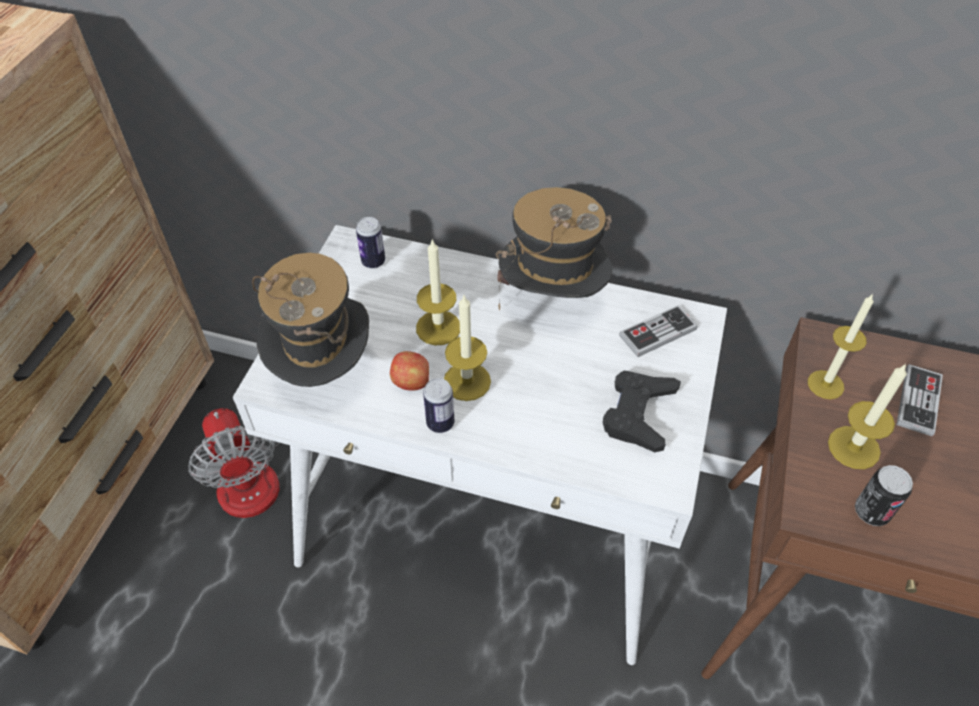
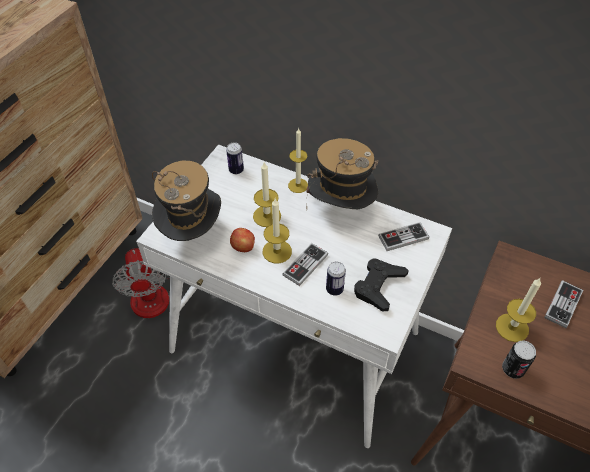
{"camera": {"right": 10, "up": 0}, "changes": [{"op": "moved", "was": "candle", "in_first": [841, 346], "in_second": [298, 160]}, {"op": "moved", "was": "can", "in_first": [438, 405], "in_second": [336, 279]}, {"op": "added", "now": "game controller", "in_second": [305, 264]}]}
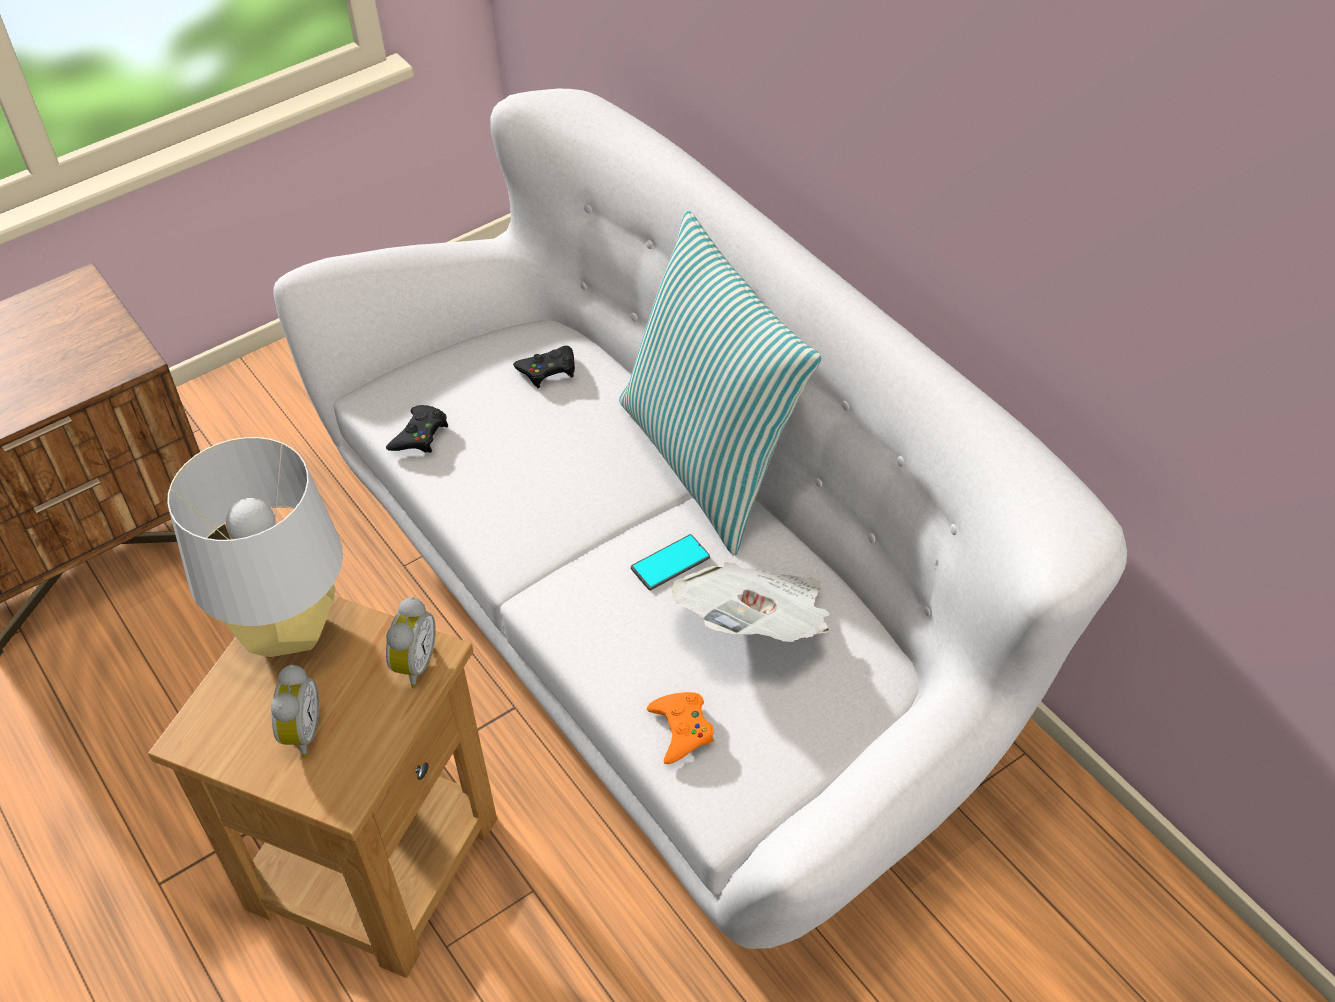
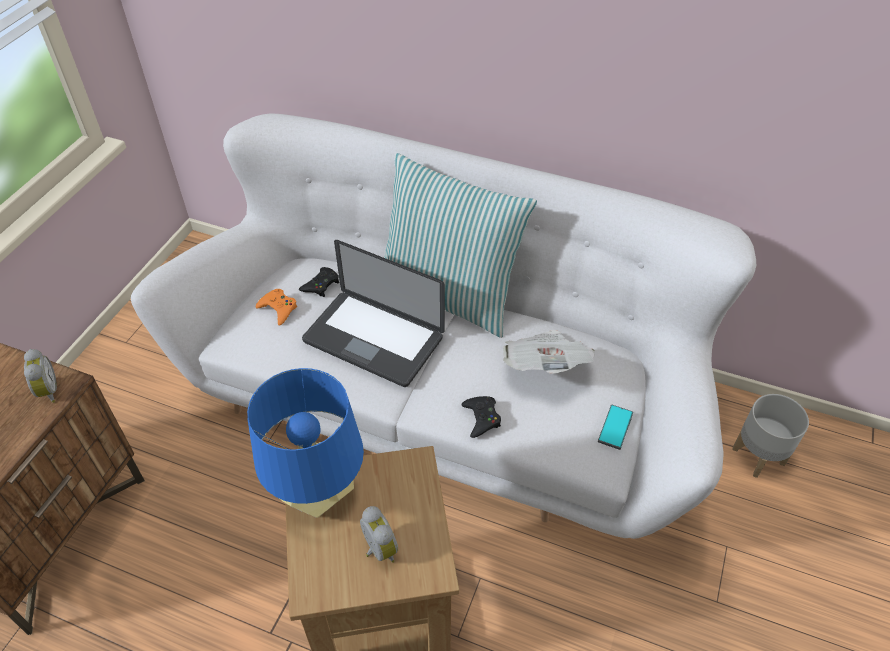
{"camera": {"right": -35, "up": 0}, "changes": [{"op": "moved", "was": "black game controller", "in_first": [417, 429], "in_second": [481, 417]}, {"op": "recoloured", "was": "grey table lamp", "now": "blue table lamp", "in_first": [255, 547], "in_second": [305, 443]}, {"op": "moved", "was": "phone", "in_first": [670, 562], "in_second": [615, 427]}, {"op": "moved", "was": "alarm clock", "in_first": [411, 642], "in_second": [40, 376]}, {"op": "moved", "was": "orange game controller", "in_first": [680, 728], "in_second": [276, 307]}, {"op": "added", "now": "laptop", "in_second": [373, 313]}, {"op": "added", "now": "grey planter", "in_second": [770, 436]}]}
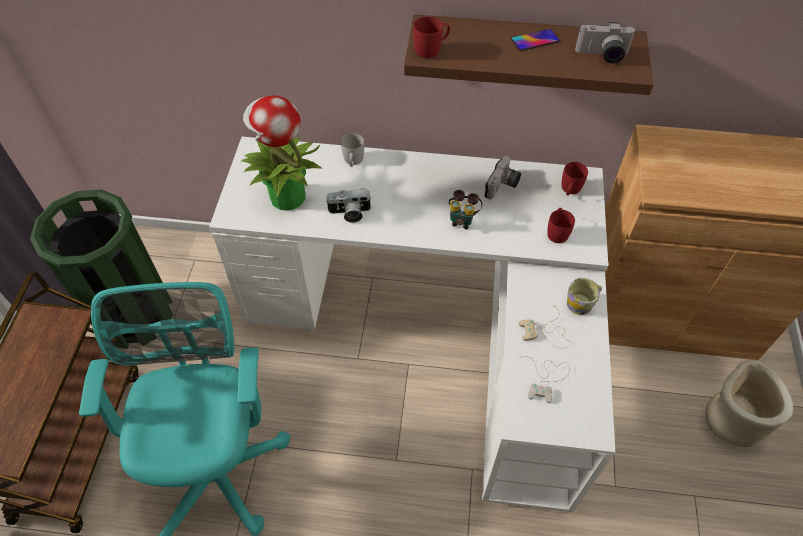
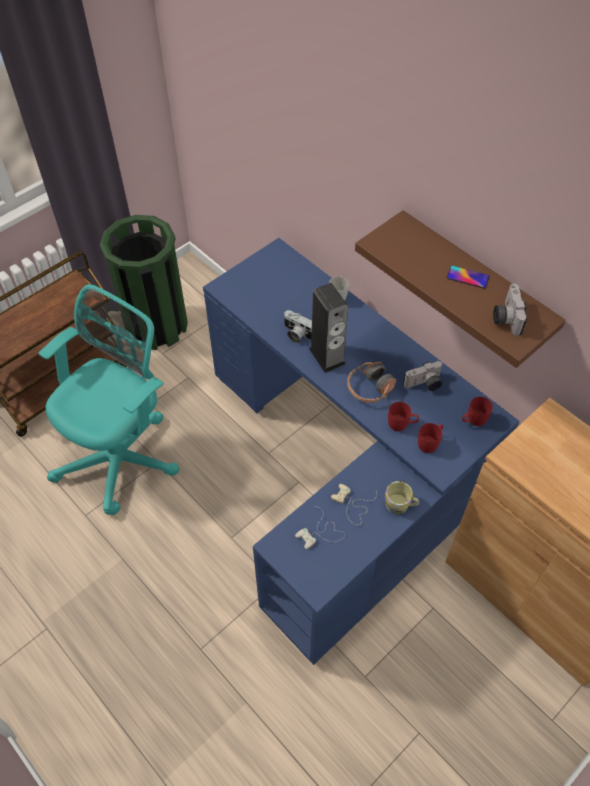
{"camera": {"right": 40, "up": 0}, "changes": [{"op": "moved", "was": "red mug", "in_first": [431, 37], "in_second": [403, 416]}, {"op": "turned", "was": "photo camera", "in_first": [605, 42], "in_second": [510, 310], "clockwise": 45}, {"op": "removed", "was": "potted plant", "in_first": [282, 153]}, {"op": "recoloured", "was": "white desk", "now": "blue desk", "in_first": [412, 324], "in_second": [361, 451]}, {"op": "replaced", "was": "binoculars", "now": "headphones", "in_first": [465, 210], "in_second": [371, 382]}, {"op": "removed", "was": "beige planter", "in_first": [749, 403]}, {"op": "added", "now": "speaker", "in_second": [328, 328]}]}
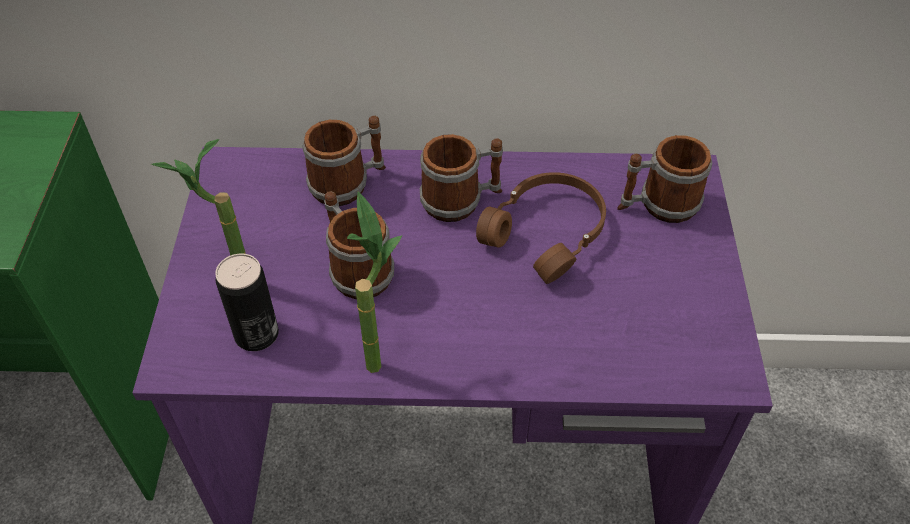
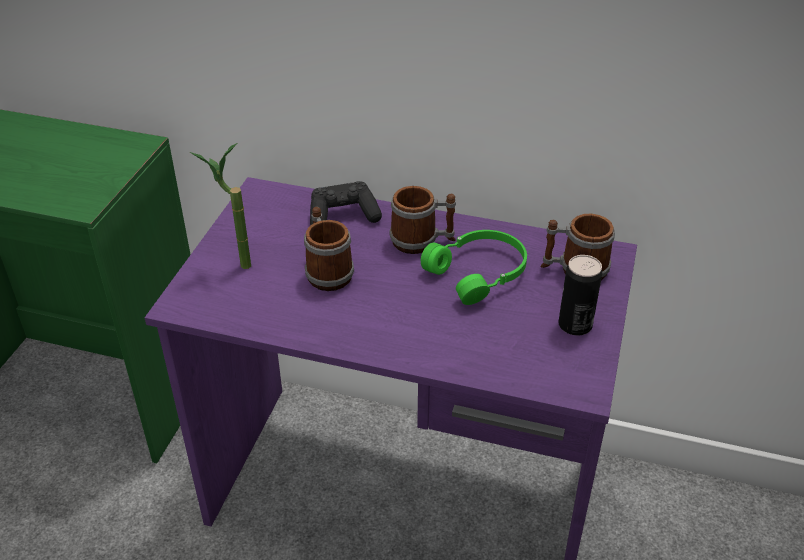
{"camera": {"right": 15, "up": -10}, "changes": [{"op": "replaced", "was": "mug", "now": "black game controller", "in_first": [344, 161], "in_second": [346, 203]}, {"op": "recoloured", "was": "brown headphones", "now": "green headphones", "in_first": [541, 228], "in_second": [474, 267]}, {"op": "removed", "was": "potted plant", "in_first": [374, 282]}, {"op": "moved", "was": "can", "in_first": [247, 302], "in_second": [580, 295]}]}
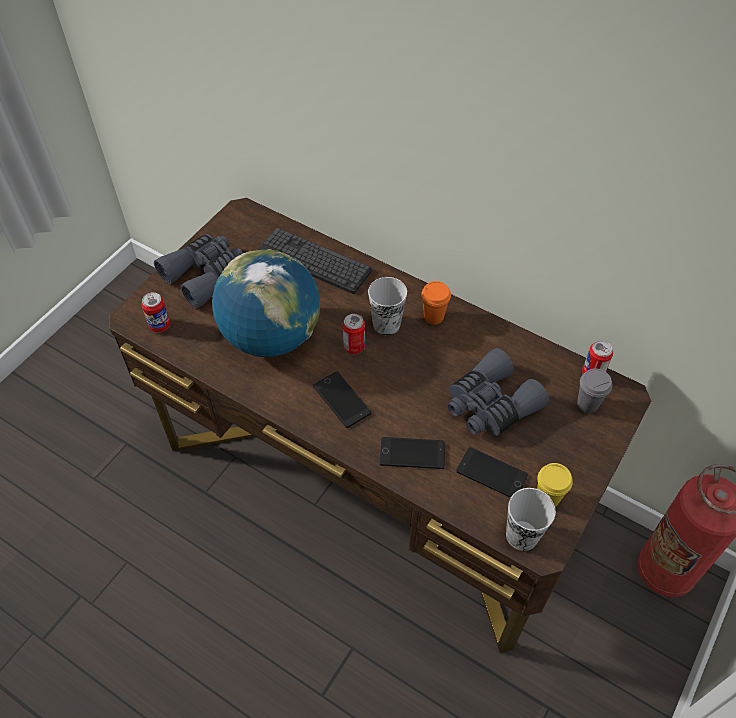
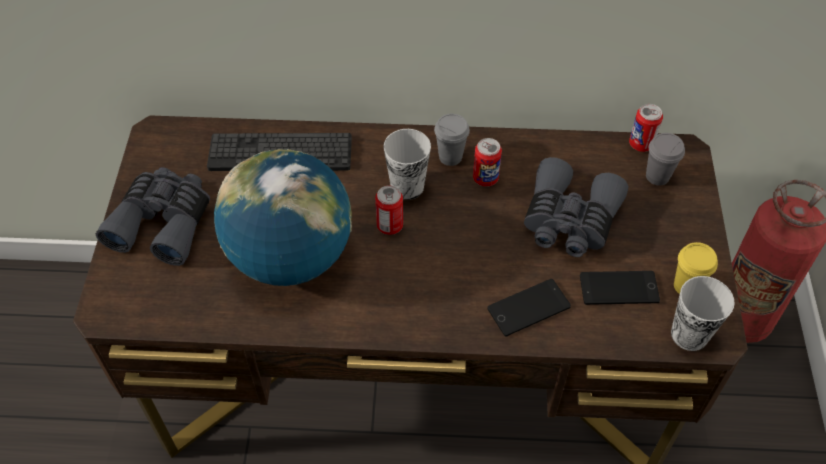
{"camera": {"right": -30, "up": 0}, "changes": [{"op": "recoloured", "was": "orange cup", "now": "grey cup", "in_first": [436, 303], "in_second": [452, 140]}, {"op": "moved", "was": "can", "in_first": [155, 312], "in_second": [487, 162]}, {"op": "removed", "was": "phone", "in_first": [342, 400]}]}
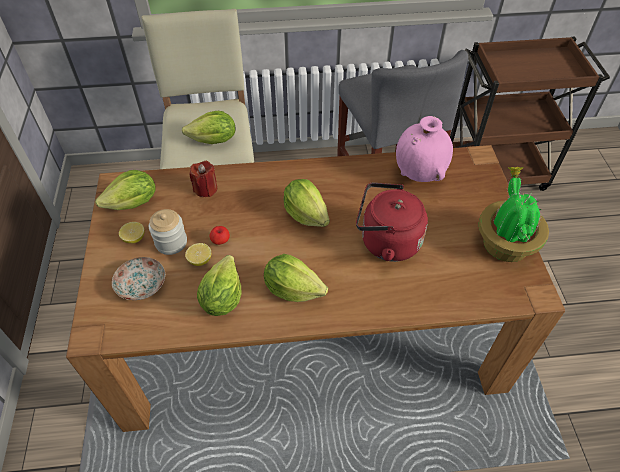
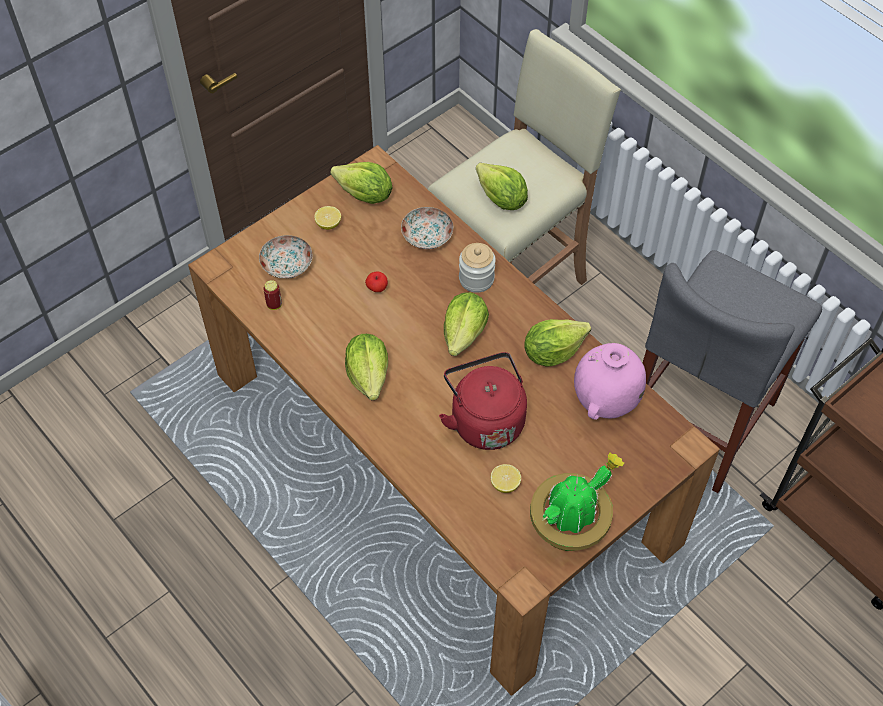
{"camera": {"right": 55, "up": 5}, "changes": [{"op": "replaced", "was": "red candle", "now": "plate", "in_first": [203, 179], "in_second": [427, 228]}, {"op": "moved", "was": "jar", "in_first": [168, 232], "in_second": [477, 268]}, {"op": "moved", "was": "lemon", "in_first": [198, 254], "in_second": [505, 478]}, {"op": "moved", "was": "lettuce", "in_first": [219, 285], "in_second": [557, 343]}, {"op": "added", "now": "can", "in_second": [272, 295]}]}
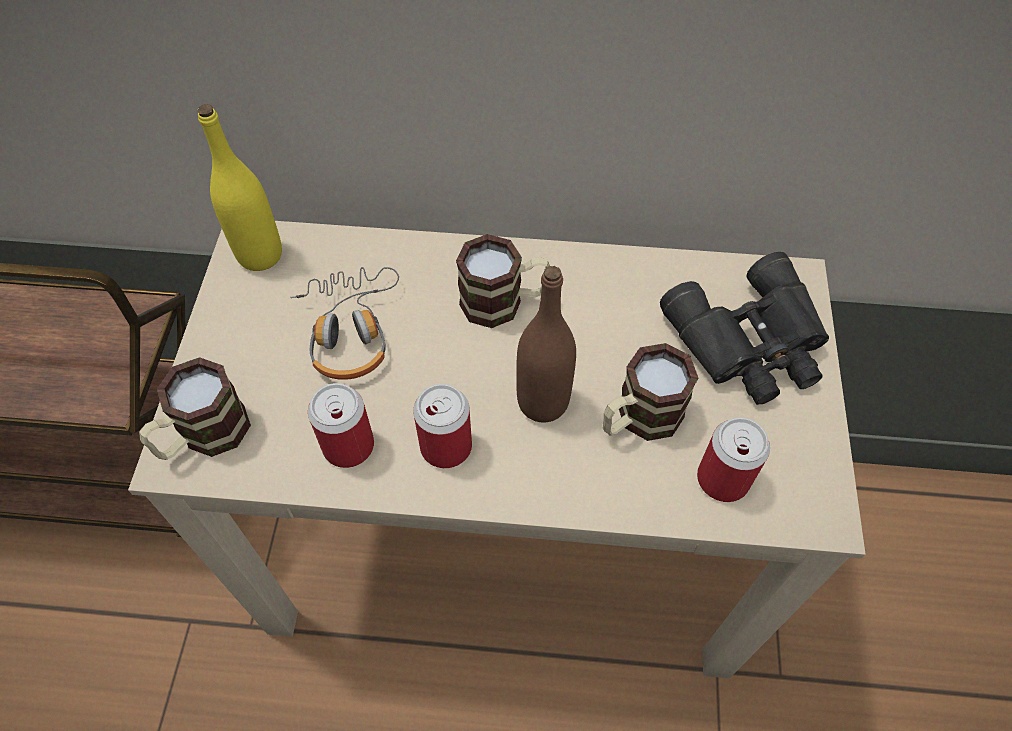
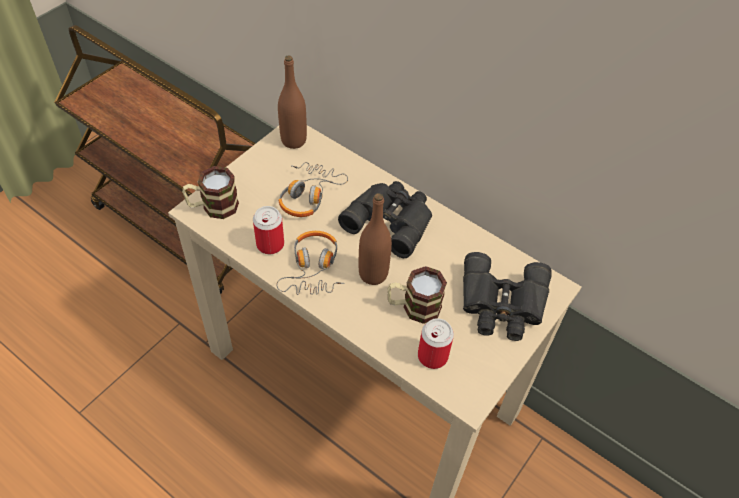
{"camera": {"right": 30, "up": -5}, "changes": [{"op": "recoloured", "was": "yellow bottle", "now": "brown bottle", "in_first": [240, 187], "in_second": [292, 102]}, {"op": "replaced", "was": "mug", "now": "black binoculars", "in_first": [503, 281], "in_second": [385, 219]}, {"op": "replaced", "was": "can", "now": "headphones", "in_first": [442, 426], "in_second": [310, 263]}]}
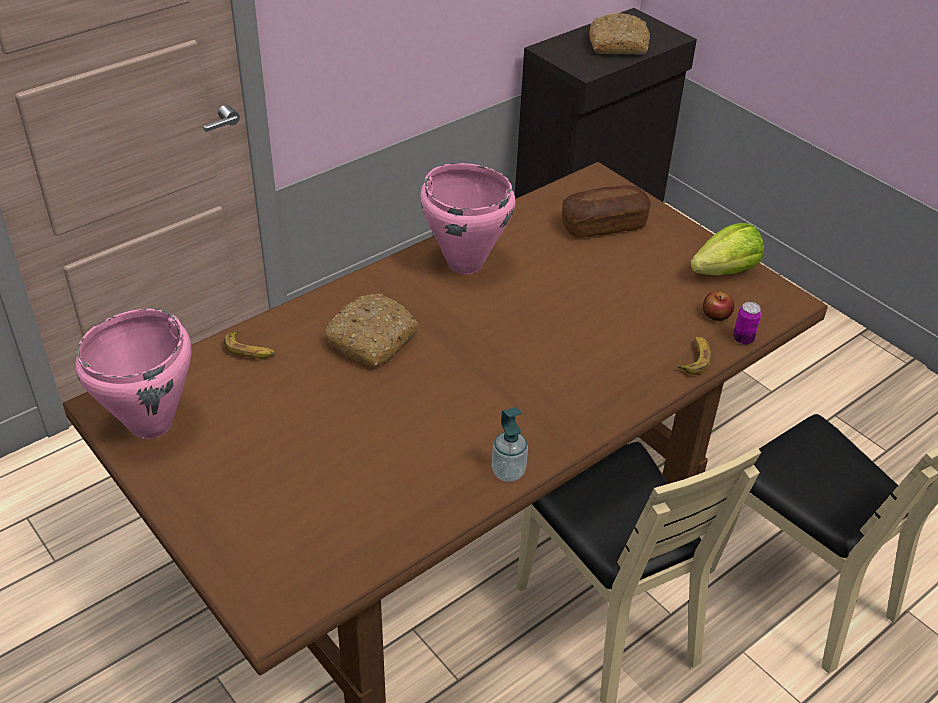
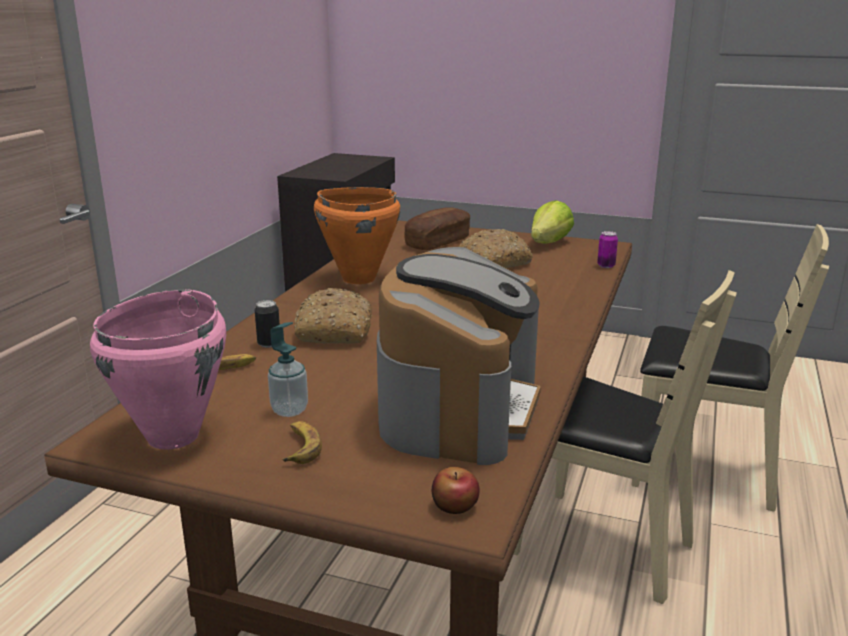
{"camera": {"right": -30, "up": -20}, "changes": [{"op": "moved", "was": "bread", "in_first": [620, 34], "in_second": [496, 248]}, {"op": "recoloured", "was": "pink cooking pot", "now": "orange cooking pot", "in_first": [468, 218], "in_second": [357, 235]}, {"op": "moved", "was": "apple", "in_first": [718, 306], "in_second": [456, 490]}, {"op": "moved", "was": "banana", "in_first": [694, 356], "in_second": [302, 442]}, {"op": "moved", "was": "soap dispenser", "in_first": [510, 444], "in_second": [288, 369]}, {"op": "added", "now": "coffee machine", "in_second": [459, 356]}, {"op": "added", "now": "can", "in_second": [267, 324]}]}
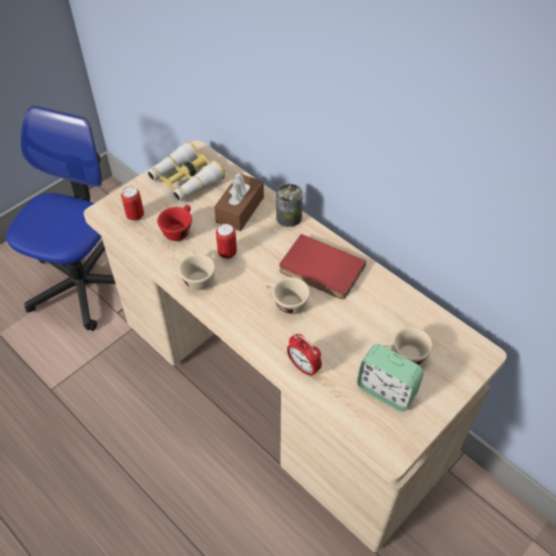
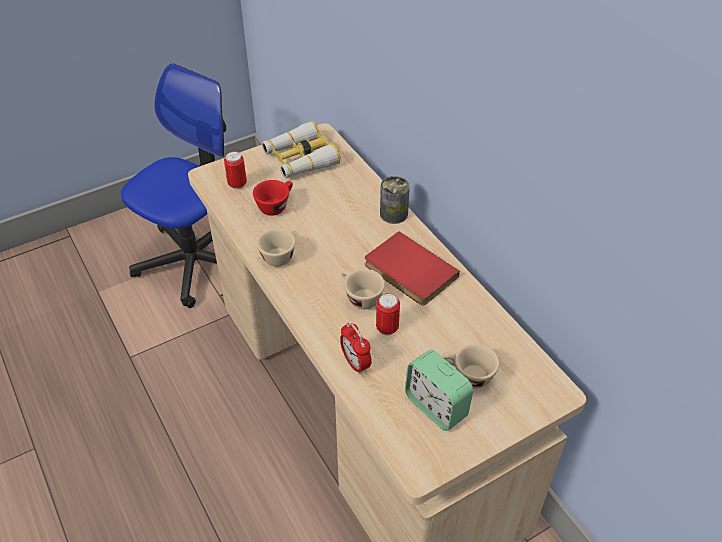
{"camera": {"right": 15, "up": -5}, "changes": [{"op": "removed", "was": "brown tissue box", "in_first": [239, 202]}, {"op": "moved", "was": "can", "in_first": [226, 241], "in_second": [388, 314]}]}
